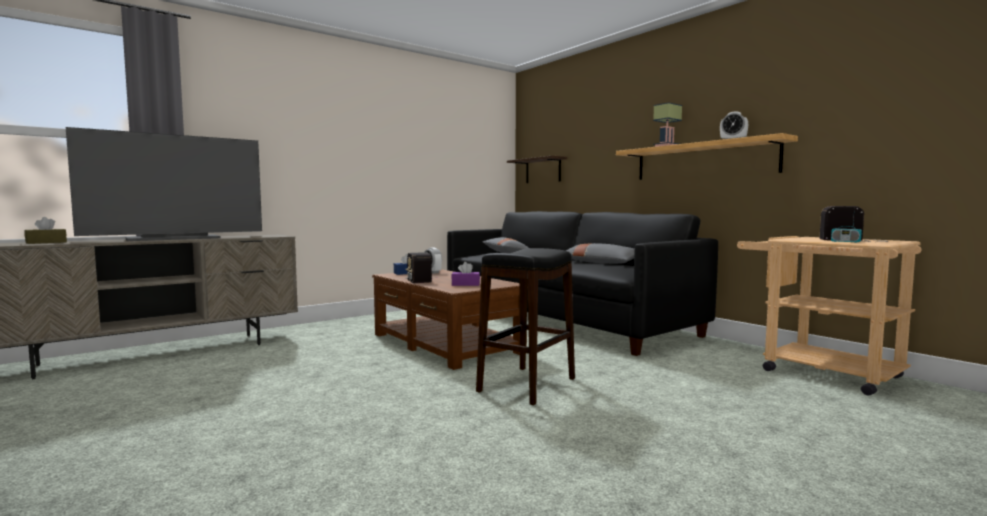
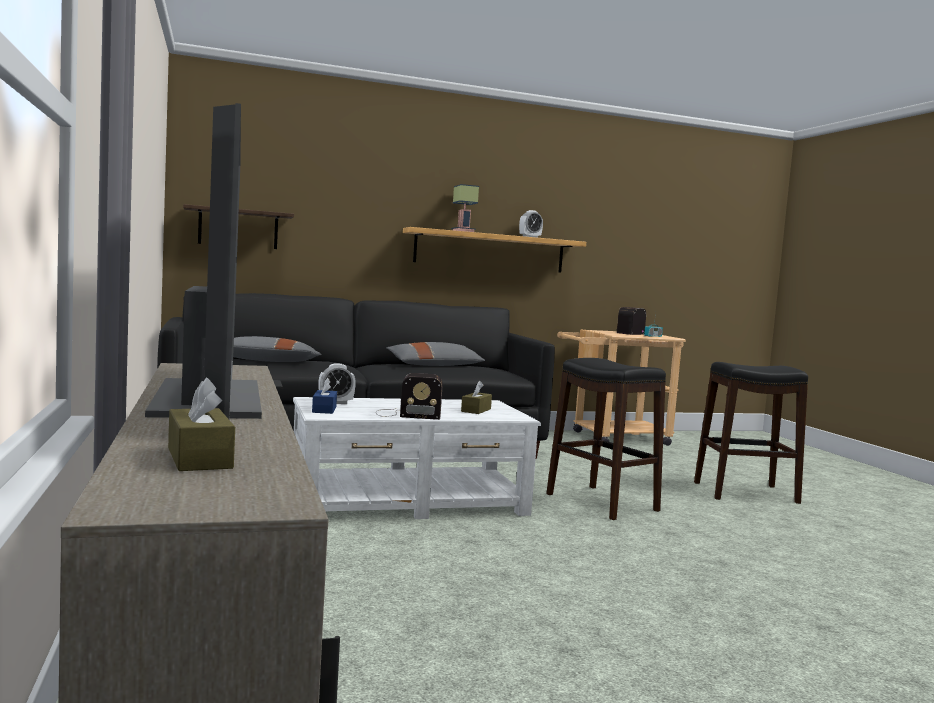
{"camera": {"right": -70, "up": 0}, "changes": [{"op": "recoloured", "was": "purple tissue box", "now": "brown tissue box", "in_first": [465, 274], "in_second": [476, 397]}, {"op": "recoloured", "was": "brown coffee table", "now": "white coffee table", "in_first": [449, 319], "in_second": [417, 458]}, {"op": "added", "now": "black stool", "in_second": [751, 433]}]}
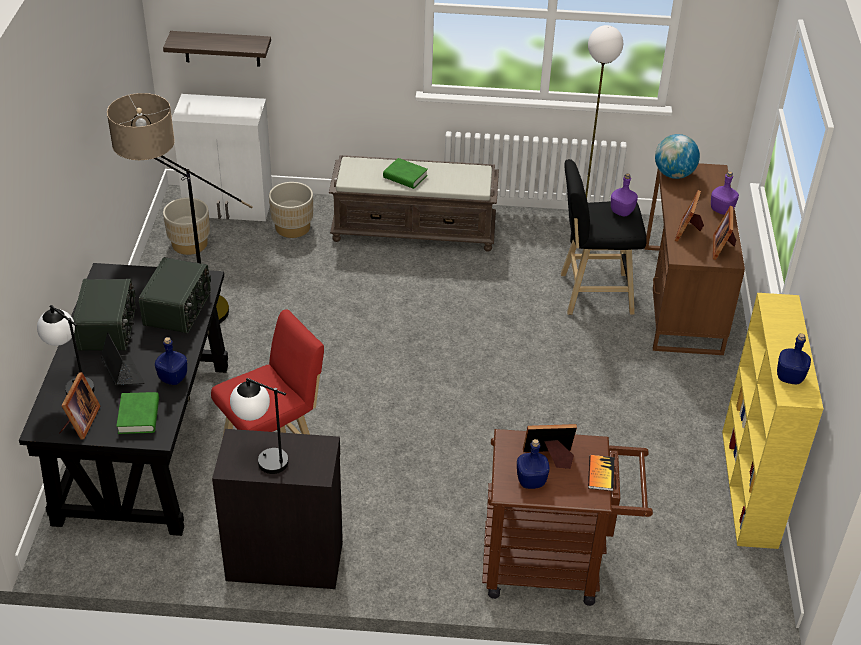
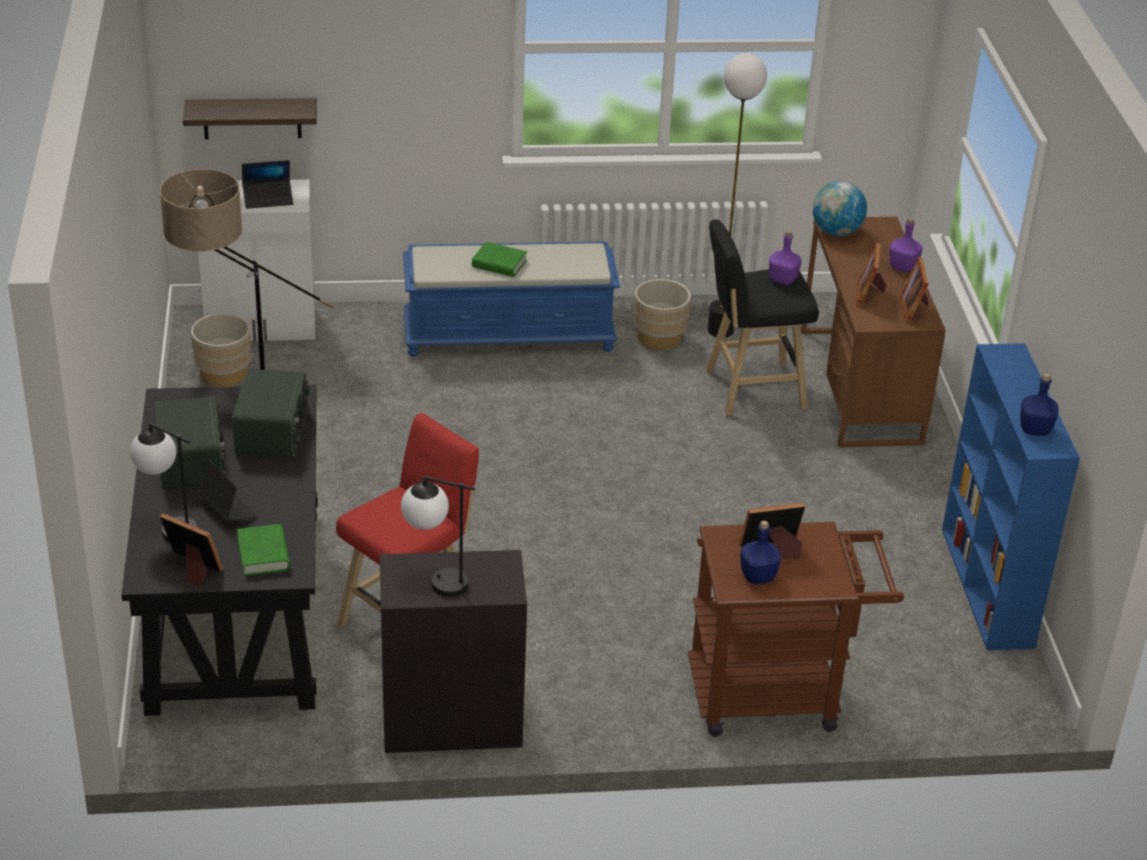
{"camera": {"right": -10, "up": -5}, "changes": [{"op": "recoloured", "was": "brown bench", "now": "blue bench", "in_first": [414, 203], "in_second": [511, 299]}, {"op": "moved", "was": "beige planter", "in_first": [291, 210], "in_second": [662, 314]}, {"op": "recoloured", "was": "yellow bookcase", "now": "blue bookcase", "in_first": [772, 421], "in_second": [1011, 496]}, {"op": "removed", "was": "blue bottle", "in_first": [171, 361]}, {"op": "turned", "was": "picture frame", "in_first": [79, 405], "in_second": [191, 550], "clockwise": -60}, {"op": "removed", "was": "book", "in_first": [601, 473]}, {"op": "added", "now": "laptop", "in_second": [267, 184]}]}
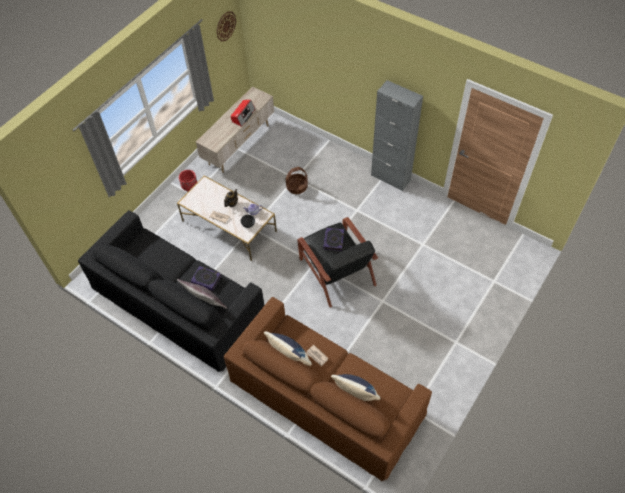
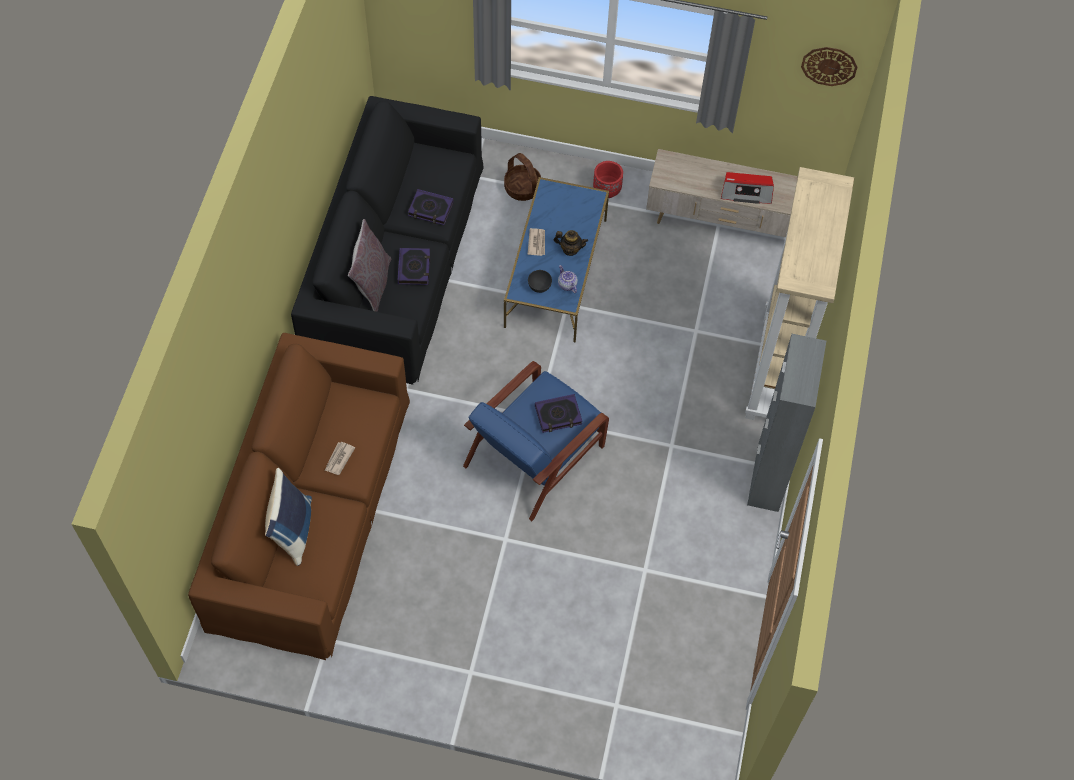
{"camera": {"right": 65, "up": 5}, "changes": [{"op": "moved", "was": "basket", "in_first": [297, 180], "in_second": [522, 177]}, {"op": "recoloured", "was": "white coffee table", "now": "blue coffee table", "in_first": [227, 218], "in_second": [556, 259]}, {"op": "recoloured", "was": "black armchair", "now": "blue armchair", "in_first": [337, 262], "in_second": [536, 441]}, {"op": "removed", "was": "blue pillow", "in_first": [288, 348]}, {"op": "added", "now": "beige bookcase", "in_second": [799, 293]}, {"op": "added", "now": "book", "in_second": [431, 207]}]}
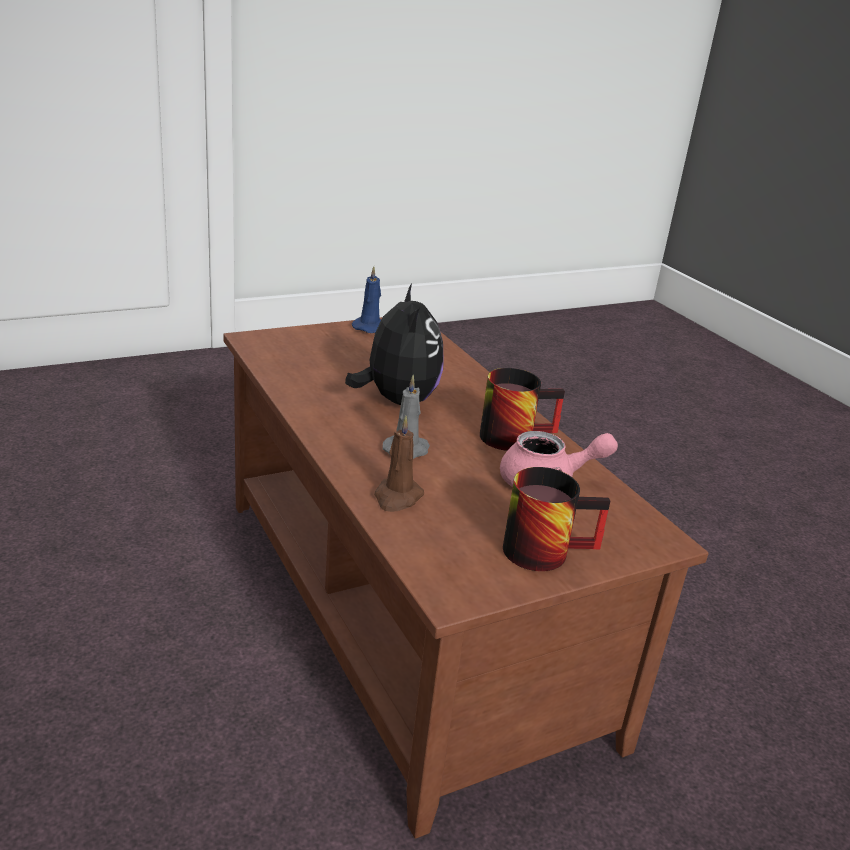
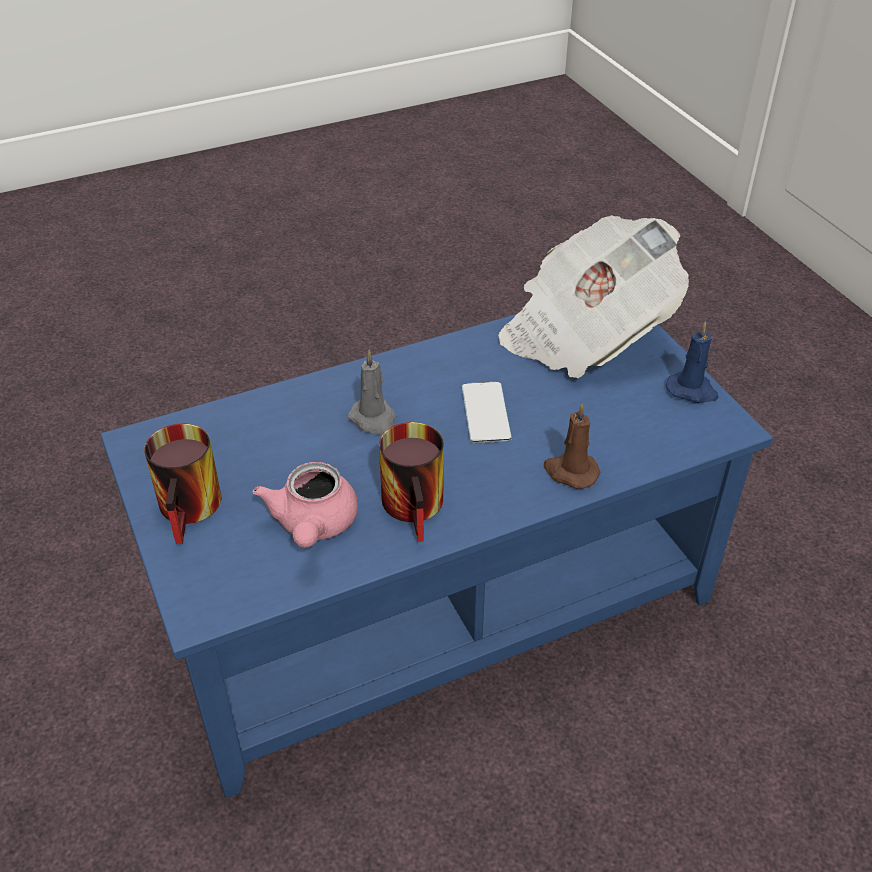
{"camera": {"right": 95, "up": 15}, "changes": [{"op": "replaced", "was": "plush toy", "now": "phone", "in_first": [394, 344], "in_second": [487, 412]}, {"op": "recoloured", "was": "brown coffee table", "now": "blue coffee table", "in_first": [466, 578], "in_second": [436, 556]}, {"op": "moved", "was": "brown candle", "in_first": [399, 464], "in_second": [572, 446]}, {"op": "added", "now": "newspaper", "in_second": [593, 296]}]}
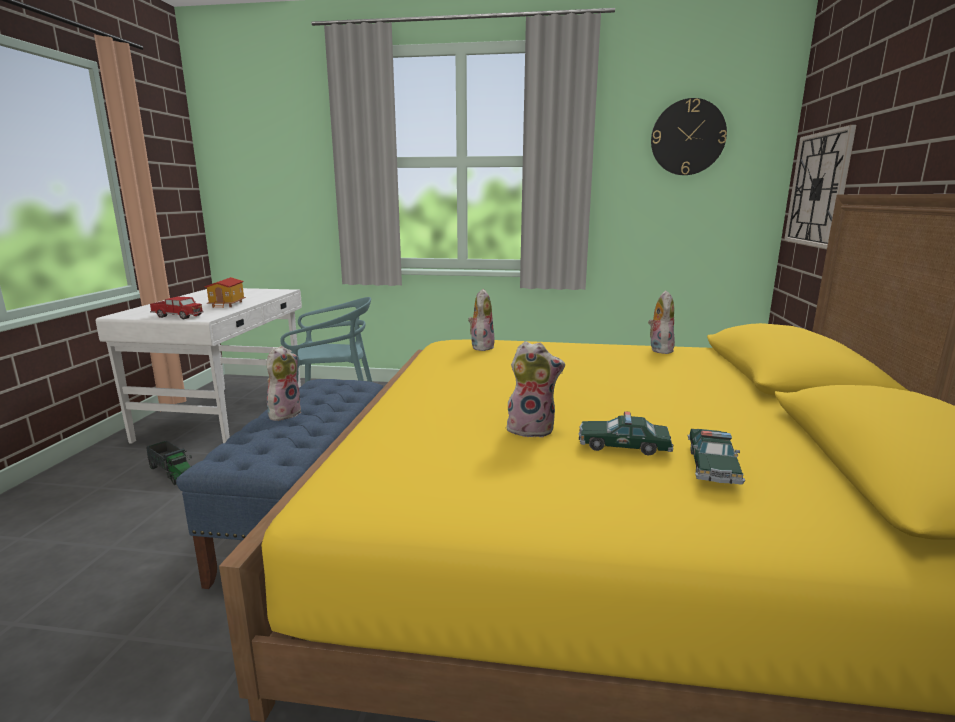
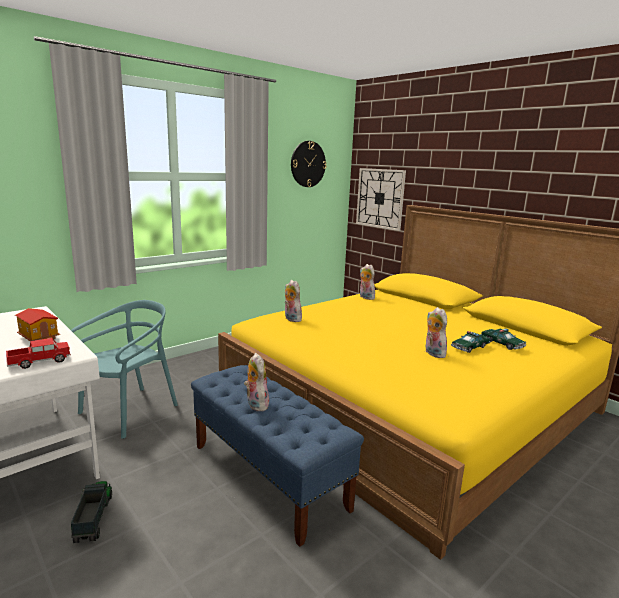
{"camera": {"right": -50, "up": 0}, "changes": [{"op": "turned", "was": "plush toy", "in_first": [535, 389], "in_second": [436, 332], "clockwise": -75}, {"op": "turned", "was": "toy truck", "in_first": [169, 463], "in_second": [91, 512], "clockwise": -90}]}
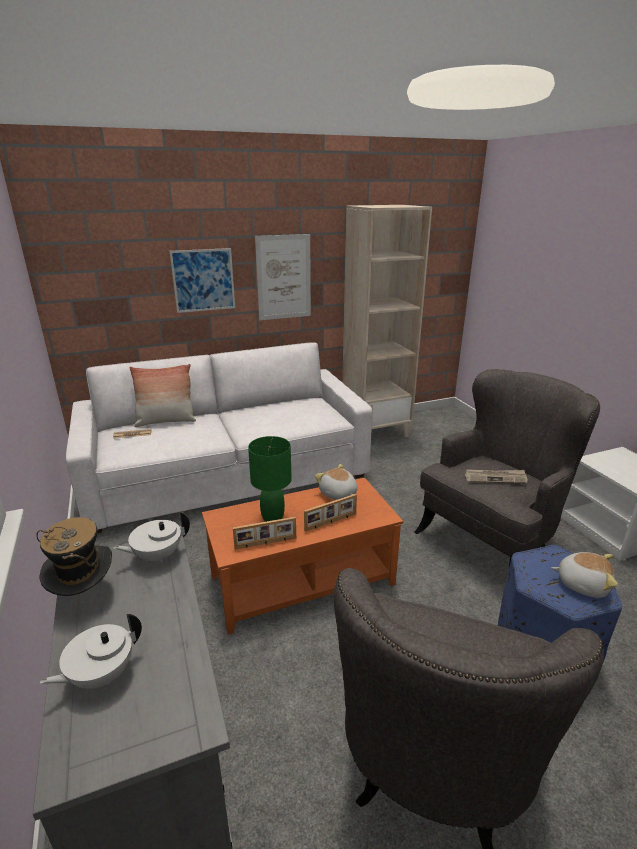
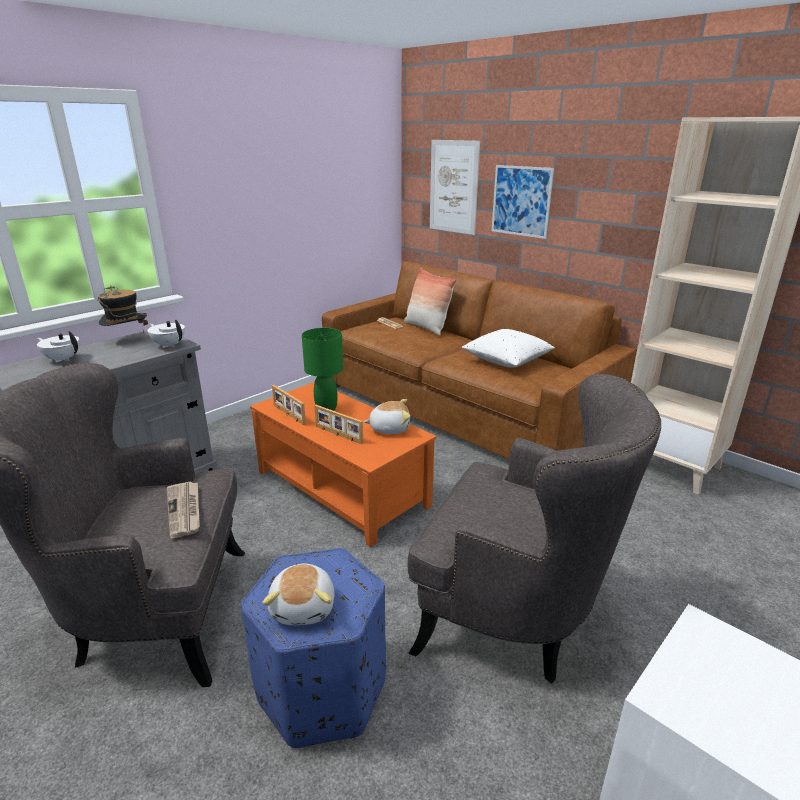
{"camera": {"right": 65, "up": 0}, "changes": [{"op": "moved", "was": "picture", "in_first": [283, 277], "in_second": [455, 187]}, {"op": "recoloured", "was": "white sofa", "now": "brown sofa", "in_first": [219, 437], "in_second": [479, 360]}, {"op": "turned", "was": "plush toy", "in_first": [336, 482], "in_second": [387, 416], "clockwise": 60}, {"op": "moved", "was": "newspaper", "in_first": [496, 476], "in_second": [183, 510]}, {"op": "added", "now": "white pillow", "in_second": [508, 348]}]}
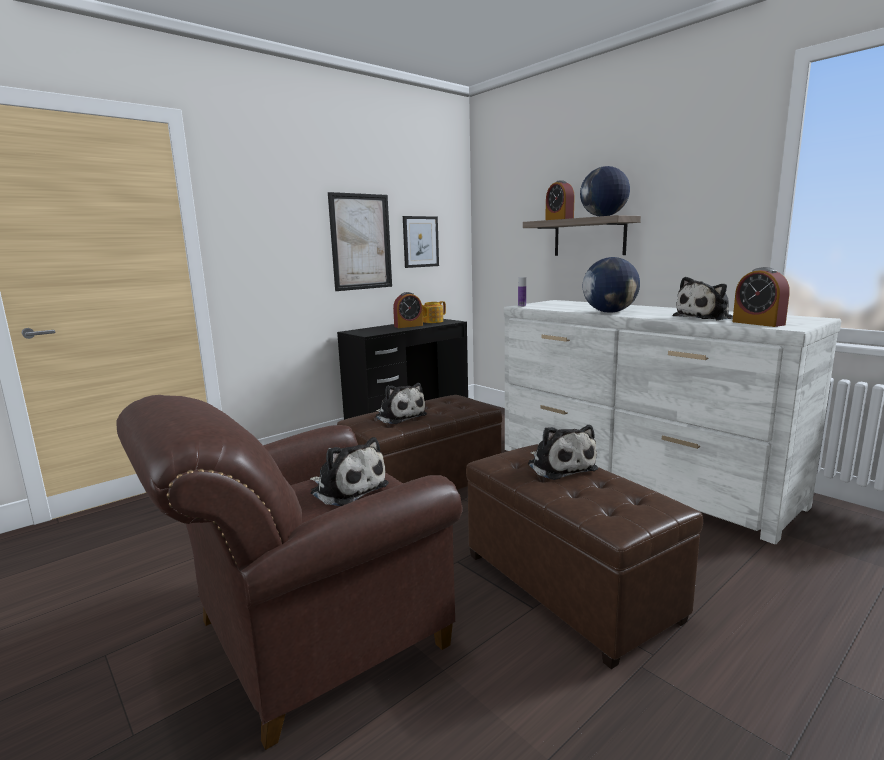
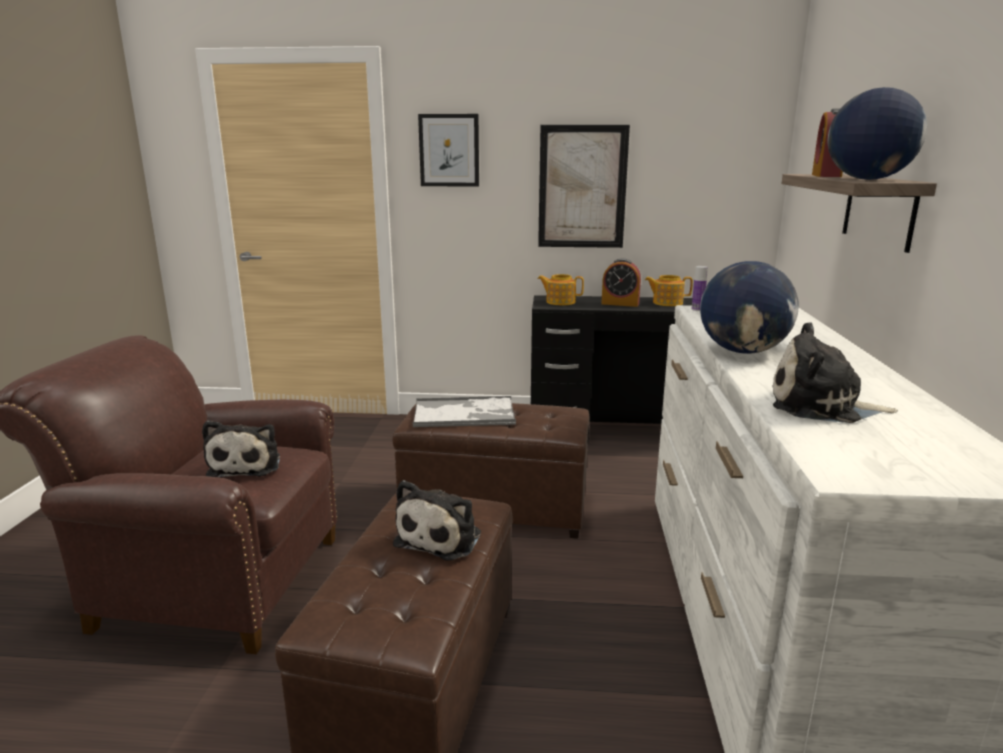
{"camera": {"right": 45, "up": 5}, "changes": [{"op": "moved", "was": "picture", "in_first": [421, 242], "in_second": [448, 150]}, {"op": "removed", "was": "alarm clock", "in_first": [761, 297]}, {"op": "replaced", "was": "plush toy", "now": "tray", "in_first": [401, 403], "in_second": [464, 411]}, {"op": "added", "now": "teapot", "in_second": [561, 289]}]}
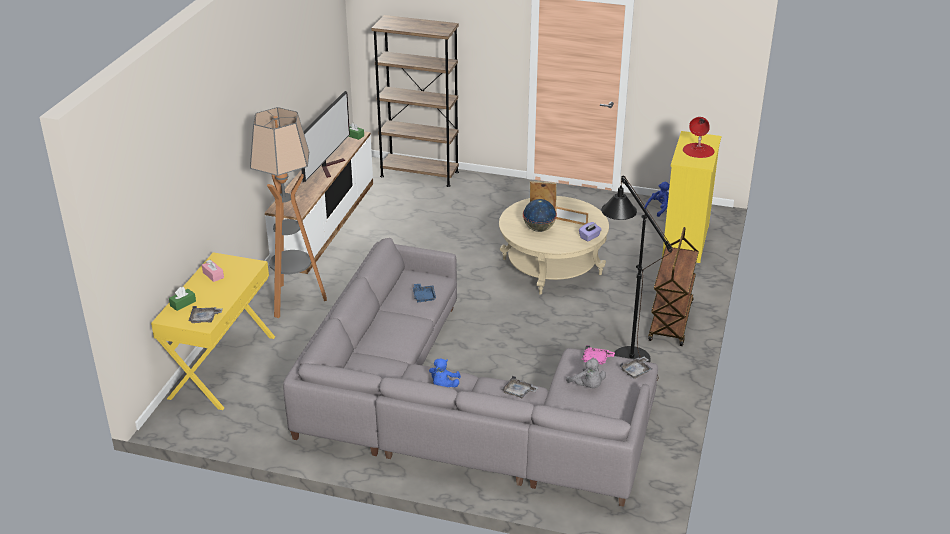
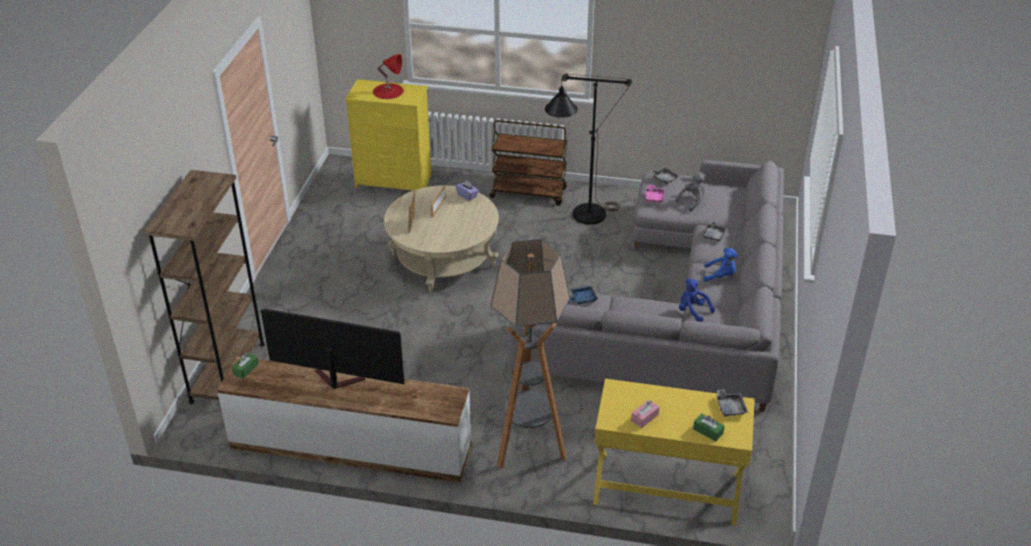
{"camera": {"right": -95, "up": 5}, "changes": [{"op": "moved", "was": "blue plush toy", "in_first": [657, 199], "in_second": [697, 300]}, {"op": "removed", "was": "globe", "in_first": [540, 215]}]}
